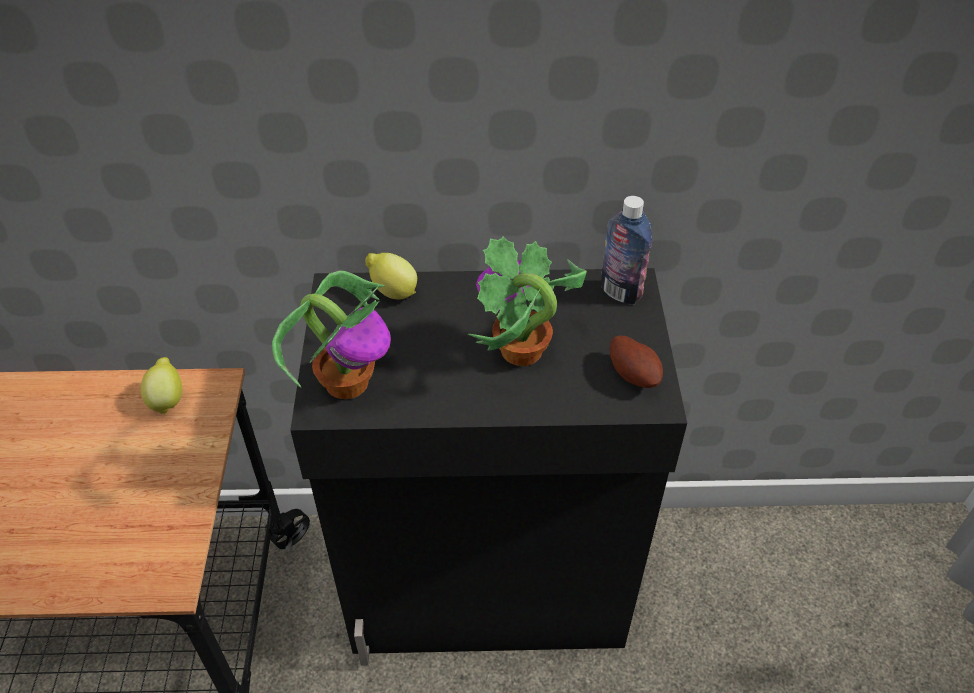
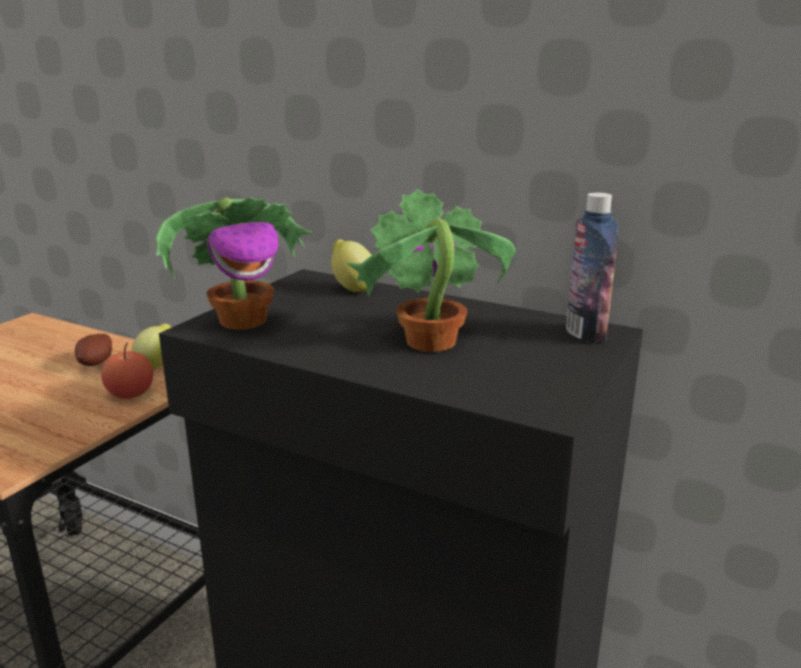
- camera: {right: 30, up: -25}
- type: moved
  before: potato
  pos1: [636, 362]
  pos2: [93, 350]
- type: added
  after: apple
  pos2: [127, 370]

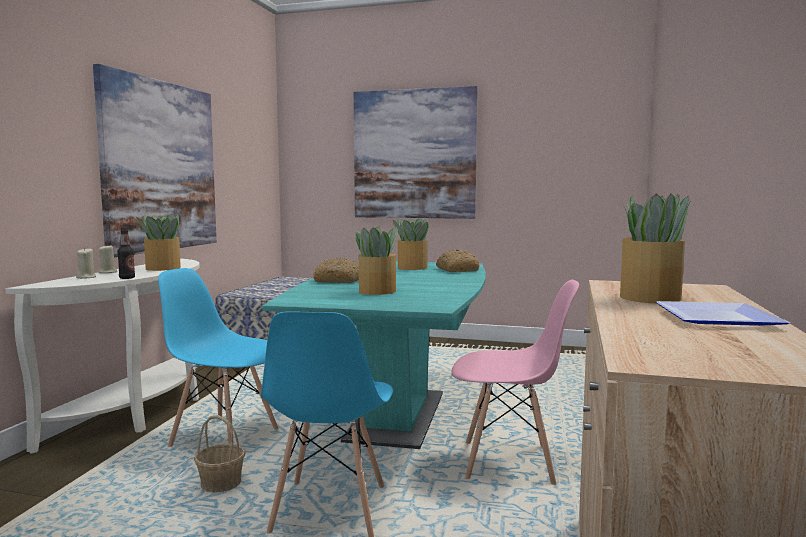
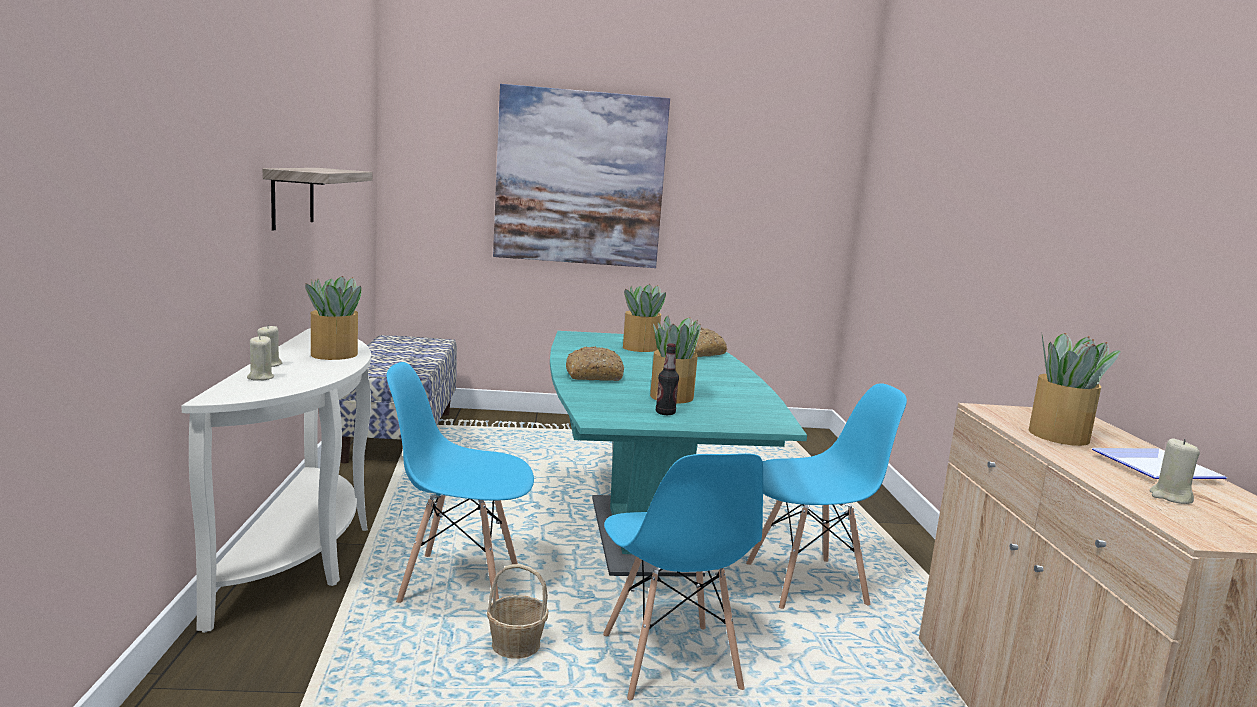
- camera: {right: -20, up: 5}
- type: replaced
  before: picture
  after: shelf
  pos1: [155, 160]
  pos2: [317, 199]
- type: moved
  before: bottle
  pos1: [126, 253]
  pos2: [667, 379]
- type: recoloured
  before: pink chair
  after: blue chair
  pos1: [515, 382]
  pos2: [826, 496]
- type: added
  after: beige candle
  pos2: [1175, 471]

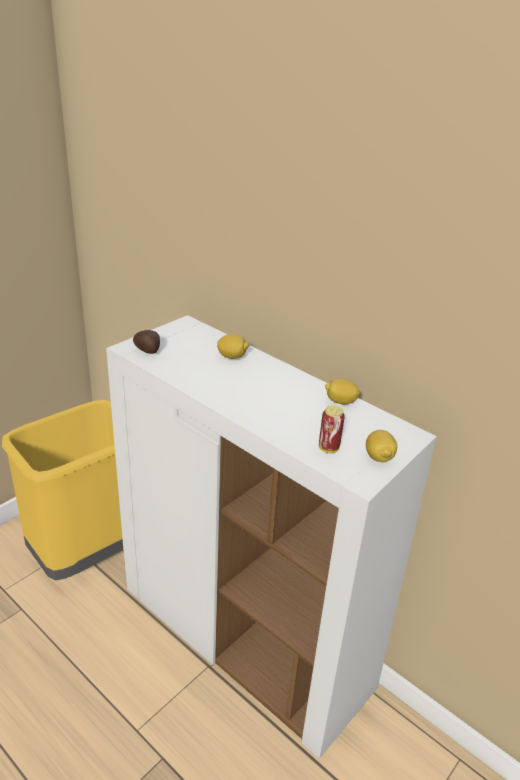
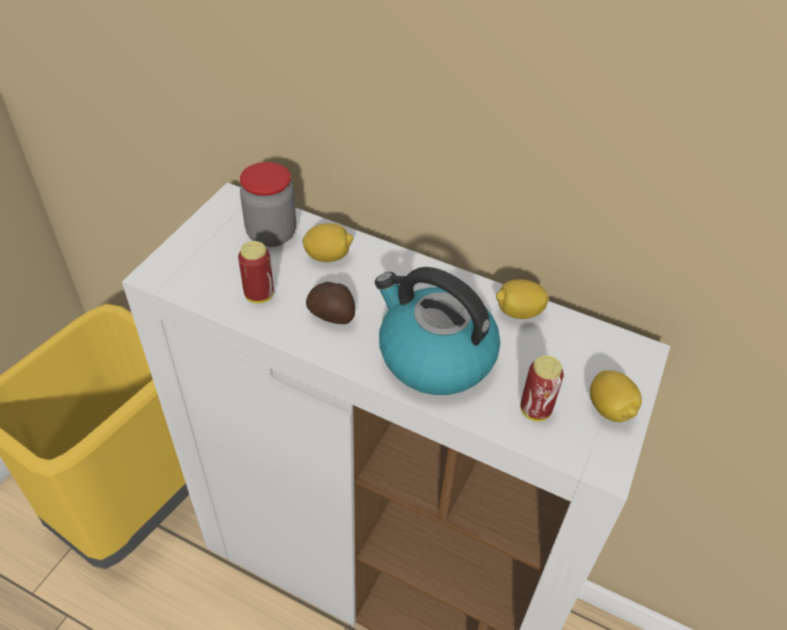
- camera: {right: -15, up: 15}
- type: added
  after: can
  pos2: [256, 272]
- type: added
  after: jar
  pos2: [268, 204]
- type: moved
  before: potato
  pos1: [146, 342]
  pos2: [330, 303]
- type: added
  after: kettle
  pos2: [437, 331]

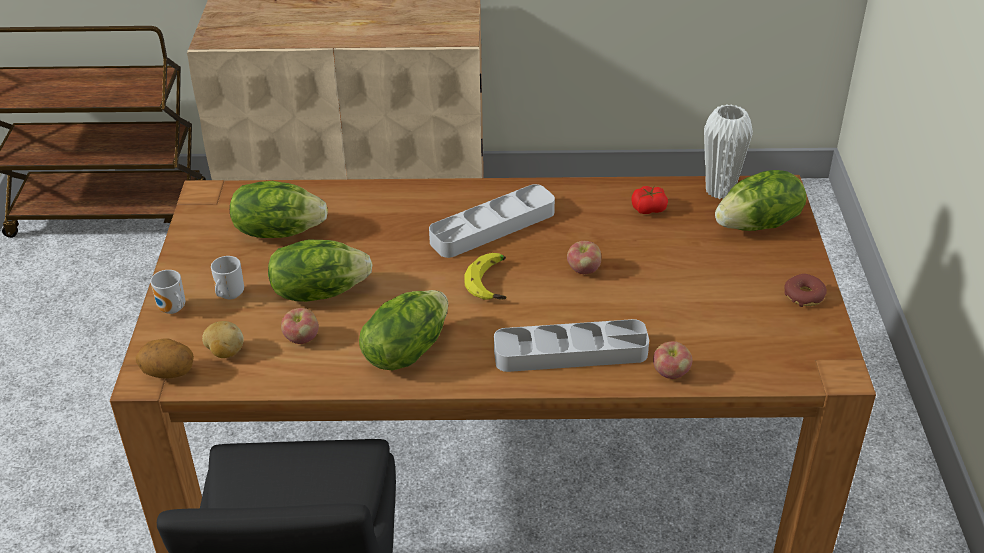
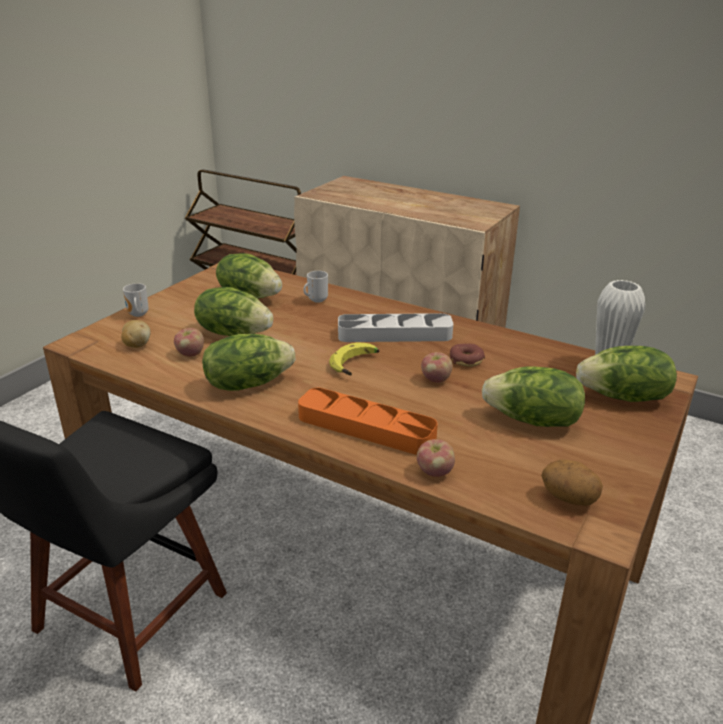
- camera: {right: 30, up: -10}
- type: recoloured
  before: grey tray
  after: orange tray
  pos1: [571, 345]
  pos2: [368, 421]
- type: moved
  before: mug
  pos1: [227, 277]
  pos2: [316, 287]
- type: moved
  before: donut
  pos1: [805, 290]
  pos2: [467, 355]
- type: added
  after: lettuce
  pos2: [533, 397]
- type: moved
  before: potato
  pos1: [165, 358]
  pos2: [572, 482]
- type: removed
  before: tomato
  pos1: [649, 200]

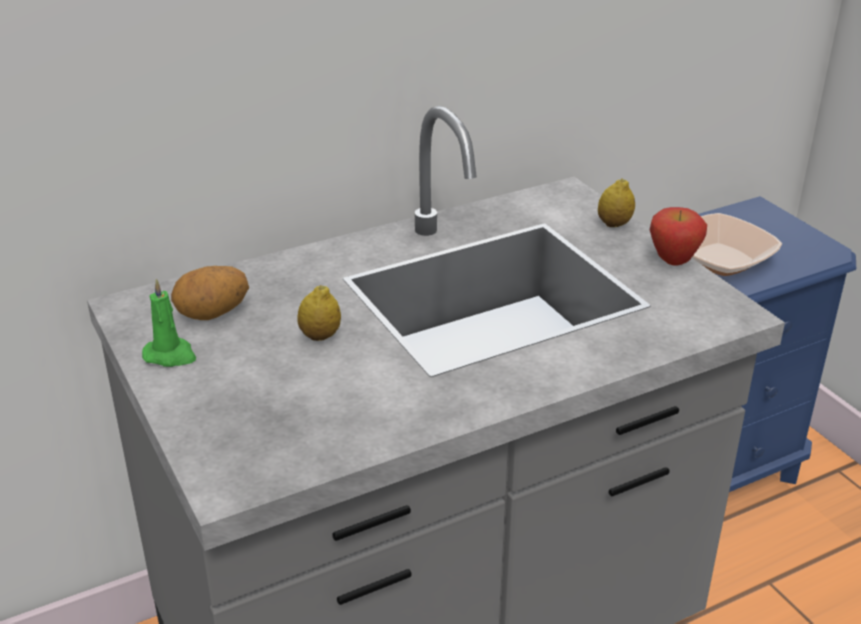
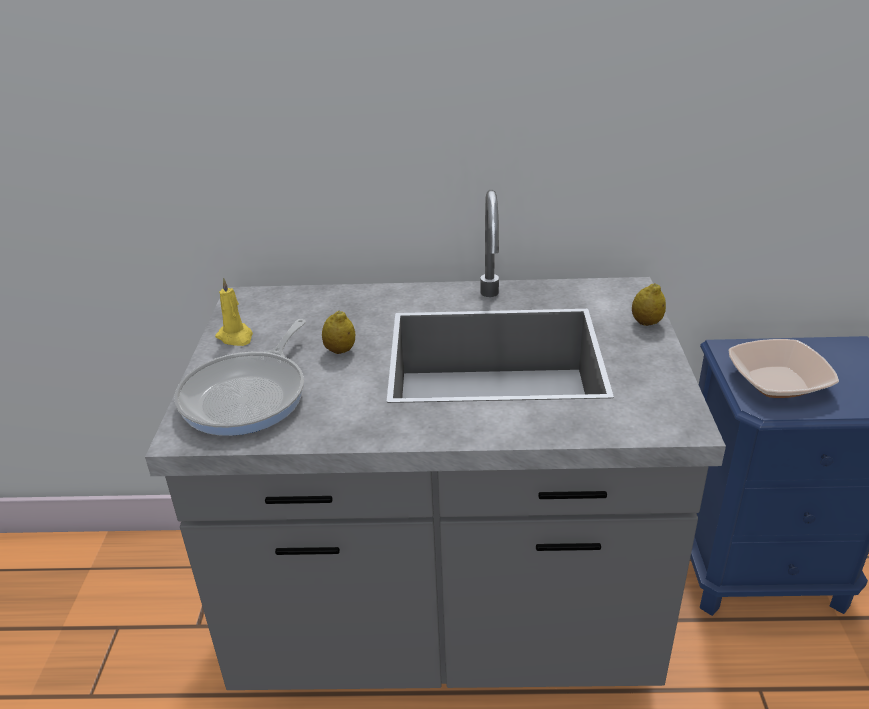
- camera: {right: 30, up: 0}
- type: added
  after: frying pan
  pos2: [240, 377]
- type: recoloured
  before: green candle
  after: yellow candle
  pos1: [169, 322]
  pos2: [234, 311]
- type: removed
  before: potato
  pos1: [210, 293]
- type: removed
  before: apple
  pos1: [678, 236]

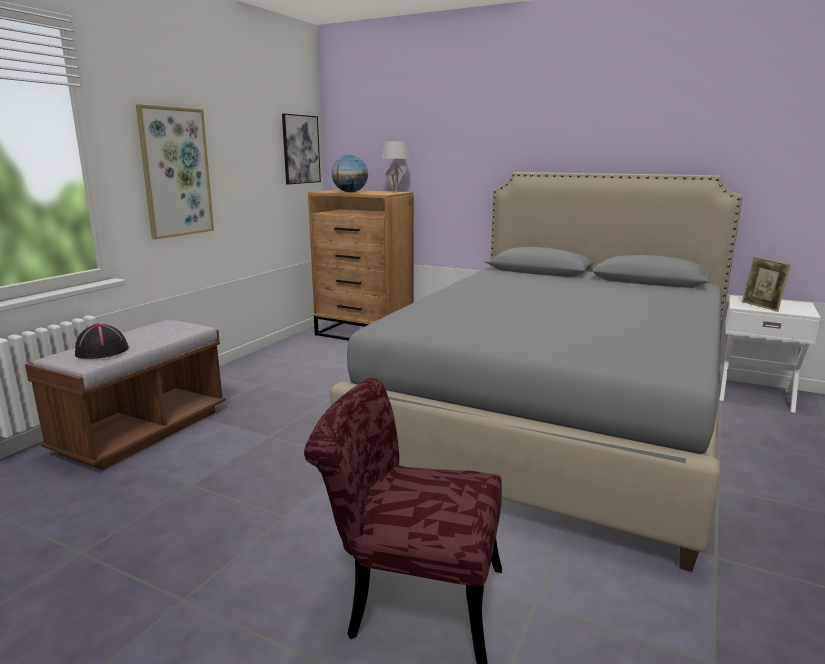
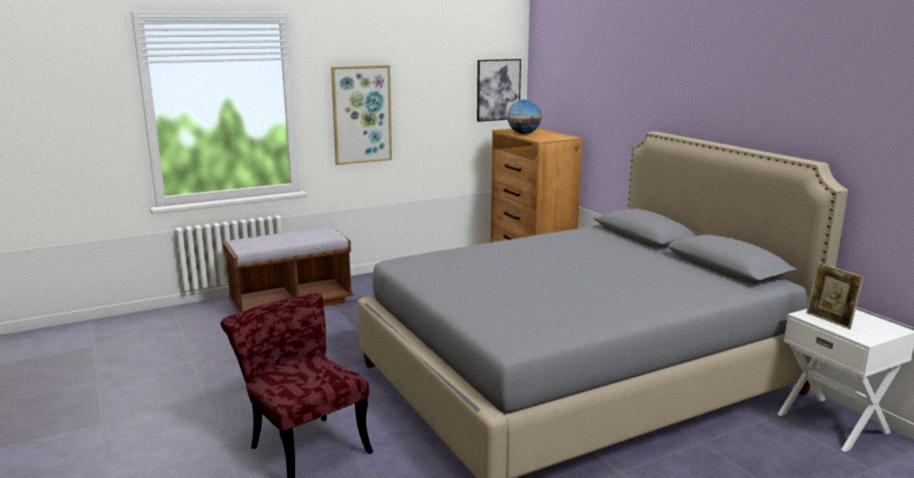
- camera: {right: 35, up: 0}
- type: turned
  before: picture frame
  pos1: [766, 284]
  pos2: [835, 295]
  turn: -45
- type: removed
  before: black hat
  pos1: [102, 341]
- type: removed
  before: white table lamp
  pos1: [395, 166]

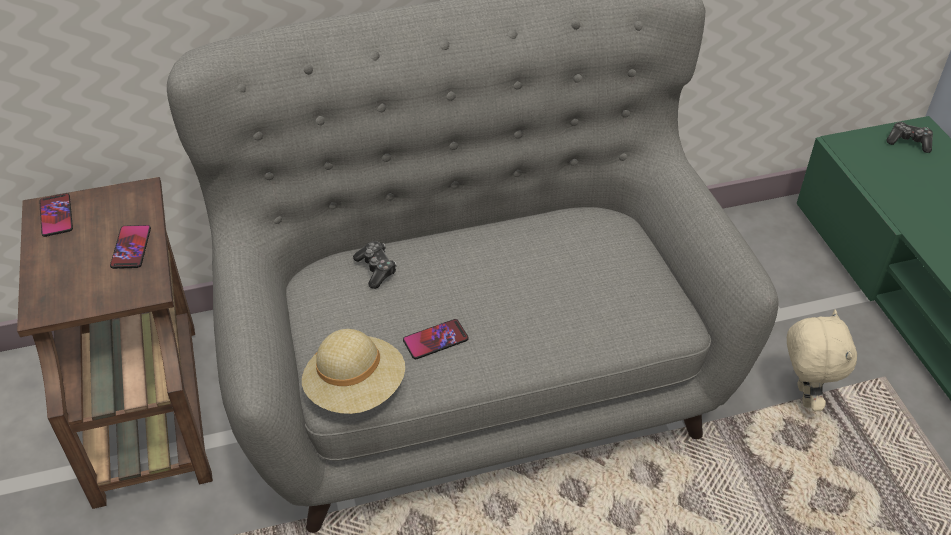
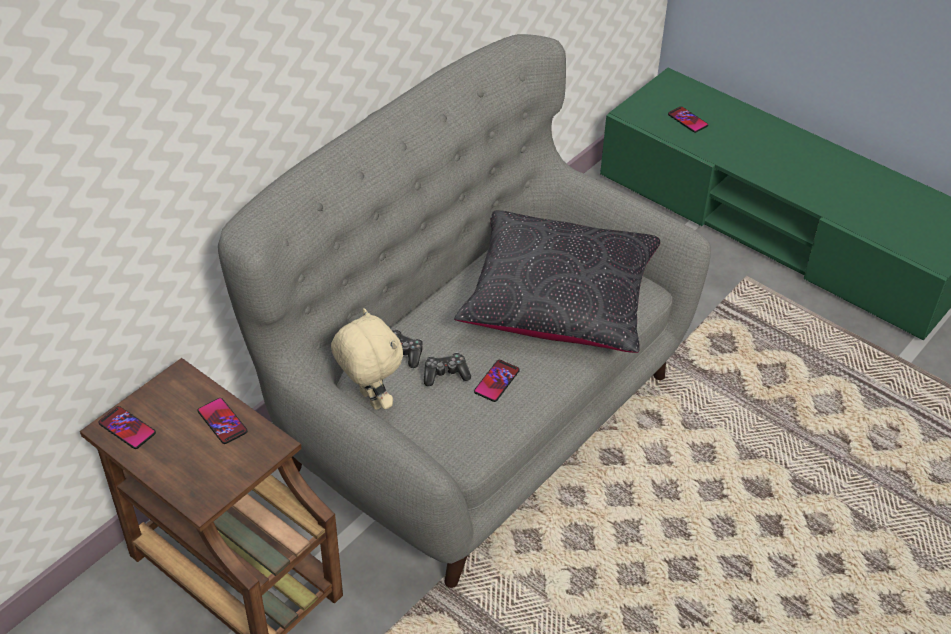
- camera: {right: -35, up: 0}
- type: moved
  before: beige plush toy
  pos1: [822, 360]
  pos2: [367, 359]
- type: moved
  before: game controller
  pos1: [909, 137]
  pos2: [447, 369]
- type: added
  after: black pillow
  pos2: [557, 281]
- type: added
  after: phone
  pos2: [688, 119]
- type: removed
  before: beige hat
  pos1: [353, 371]

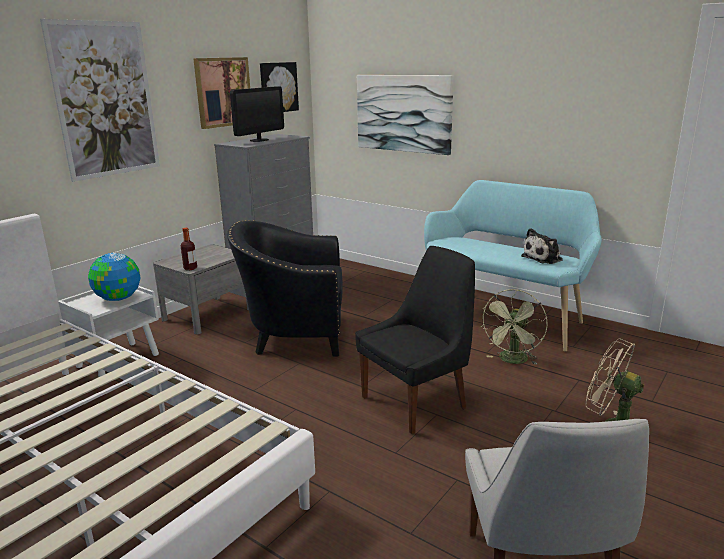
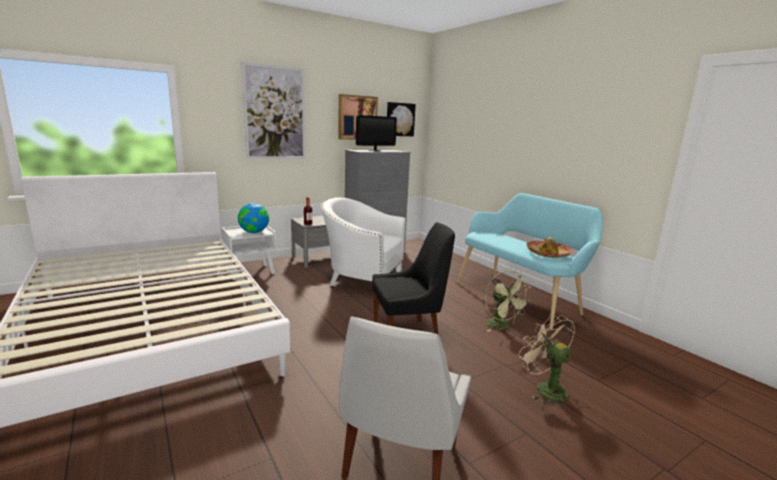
- camera: {right: 20, up: -5}
- type: recoloured
  before: black armchair
  after: white armchair
  pos1: [285, 288]
  pos2: [363, 241]
- type: turned
  before: green fan
  pos1: [514, 327]
  pos2: [508, 301]
  turn: -75
- type: replaced
  before: plush toy
  after: hat
  pos1: [542, 246]
  pos2: [549, 247]
- type: removed
  before: picture
  pos1: [405, 115]

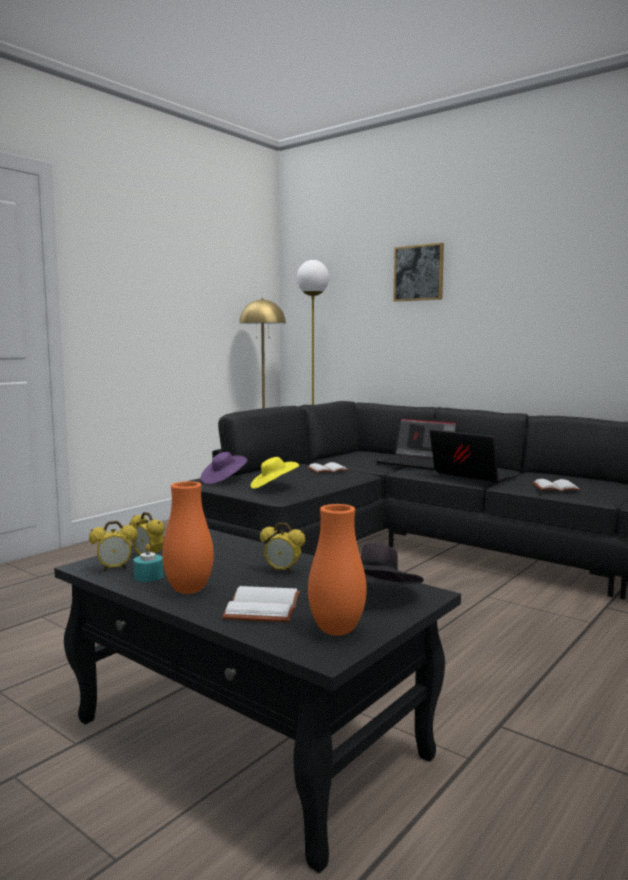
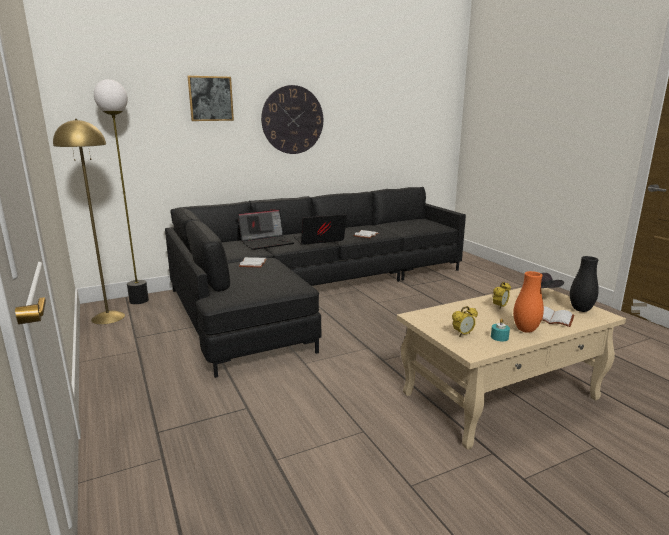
- camera: {right: -65, up: 10}
- type: added
  after: wall clock
  pos2: [292, 119]
- type: recoloured
  before: black coffee table
  after: beige coffee table
  pos1: [257, 701]
  pos2: [511, 369]
- type: recoloured
  before: orange vase
  after: black vase
  pos1: [337, 570]
  pos2: [584, 284]
- type: removed
  before: alarm clock
  pos1: [113, 546]
- type: removed
  before: purple hat
  pos1: [224, 468]
- type: removed
  before: yellow hat
  pos1: [275, 473]

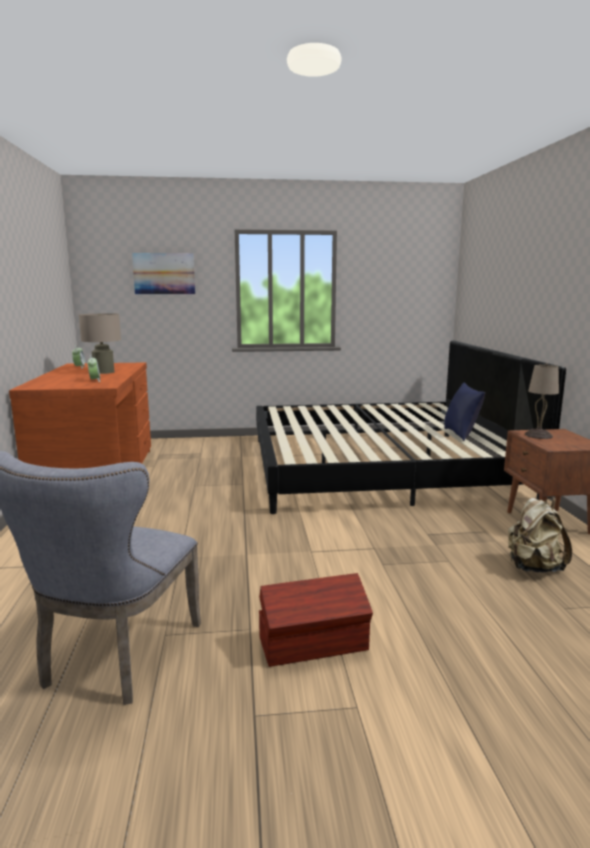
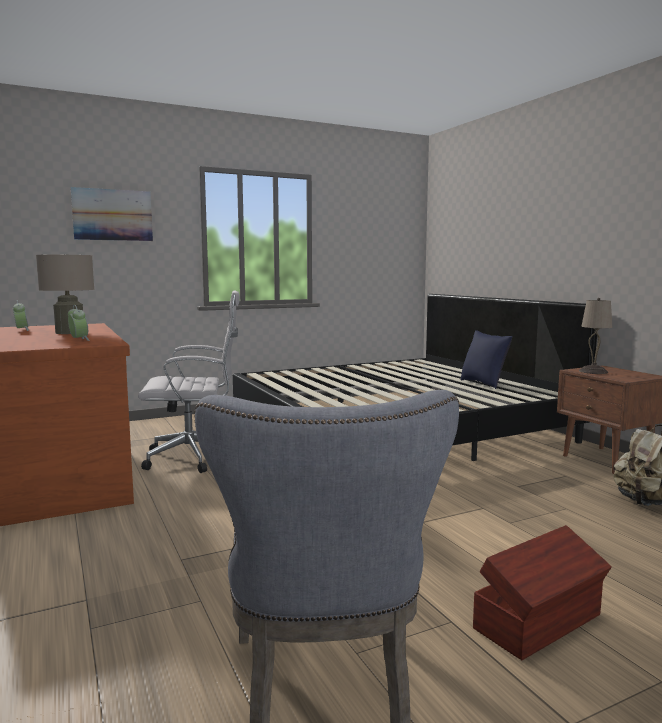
- camera: {right: -20, up: -5}
- type: added
  after: white office chair
  pos2: [189, 381]

